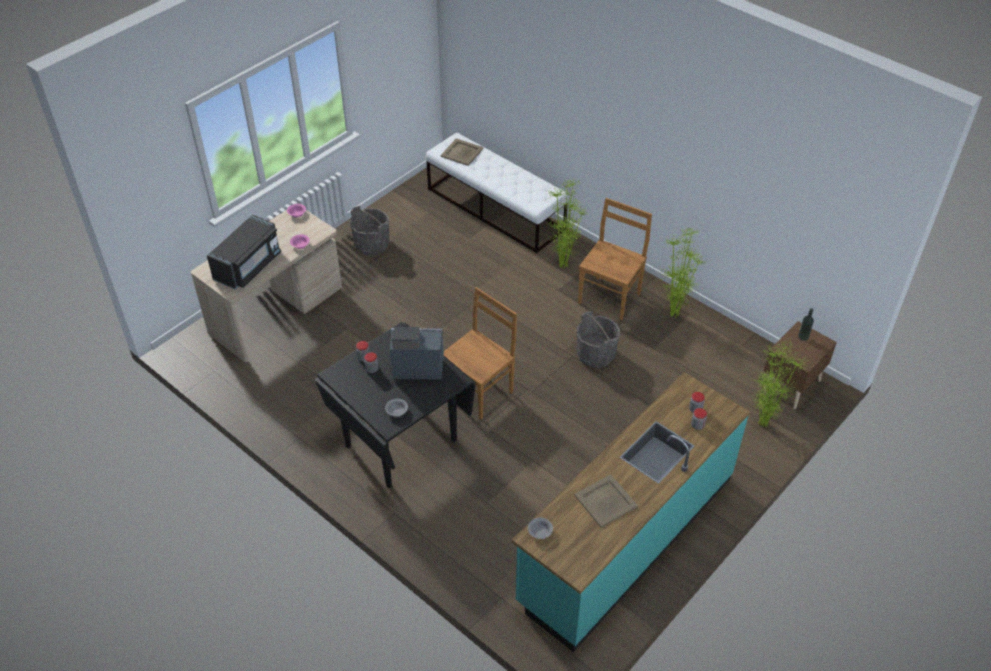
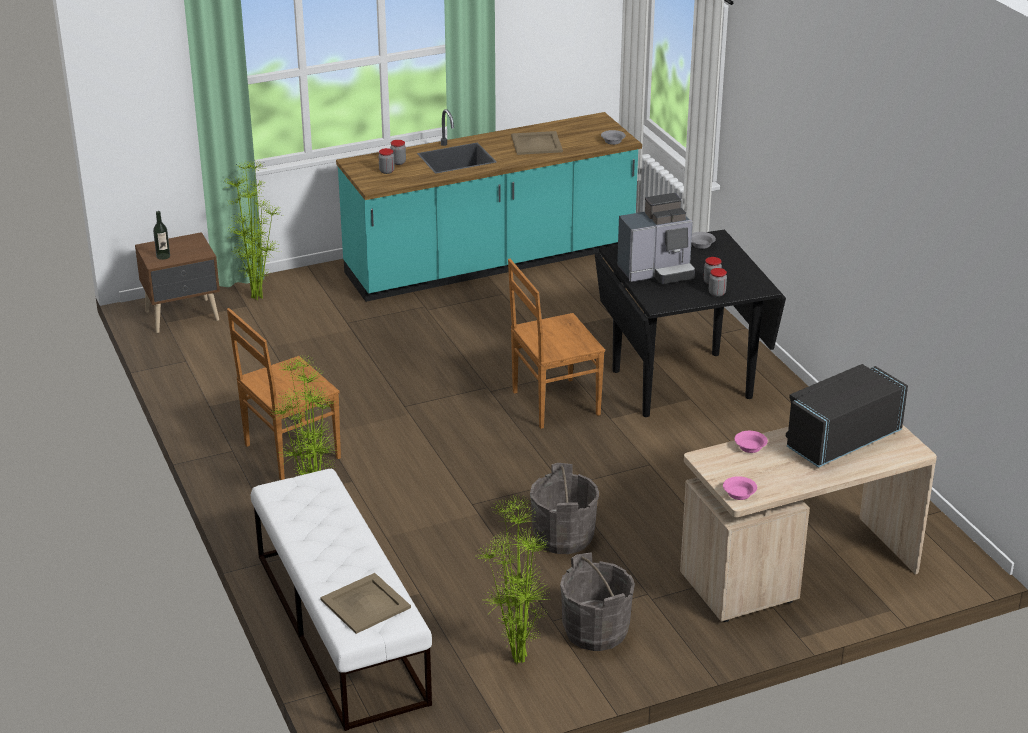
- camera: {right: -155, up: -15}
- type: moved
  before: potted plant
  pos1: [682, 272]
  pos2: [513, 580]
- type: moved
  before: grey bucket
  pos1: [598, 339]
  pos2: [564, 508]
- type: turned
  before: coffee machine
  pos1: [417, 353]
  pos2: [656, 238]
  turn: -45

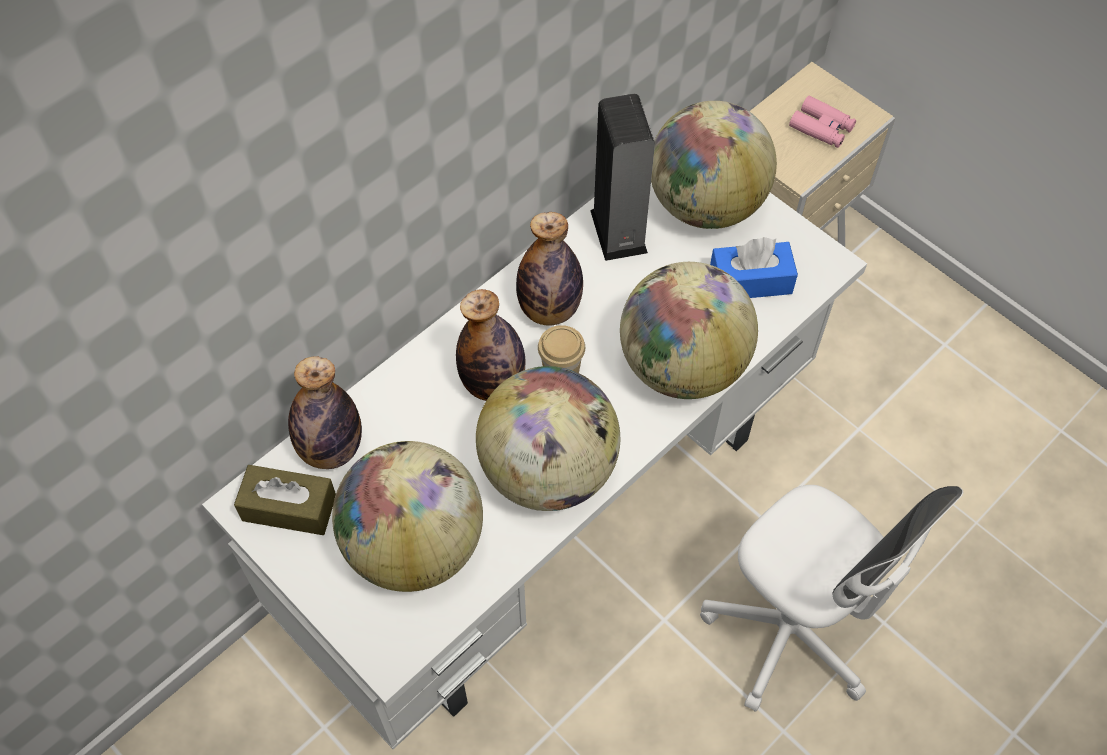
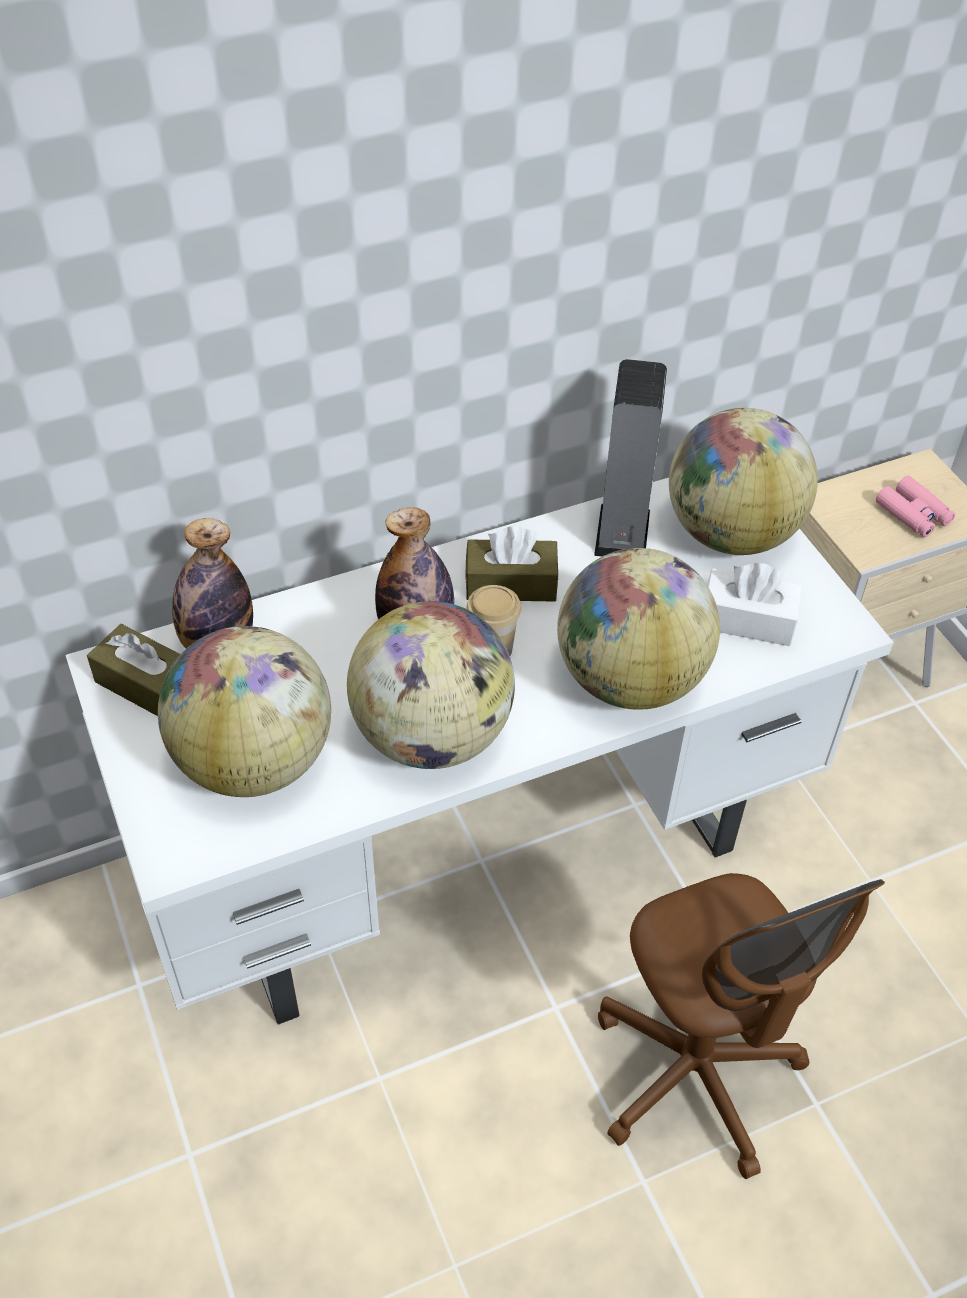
- camera: {right: 20, up: -10}
- type: replaced
  before: bottle
  after: brown tissue box
  pos1: [549, 269]
  pos2: [511, 564]
- type: recoloured
  before: white office chair
  after: brown office chair
  pos1: [831, 598]
  pos2: [741, 1026]
- type: recoloured
  before: blue tissue box
  after: white tissue box
  pos1: [754, 267]
  pos2: [755, 604]

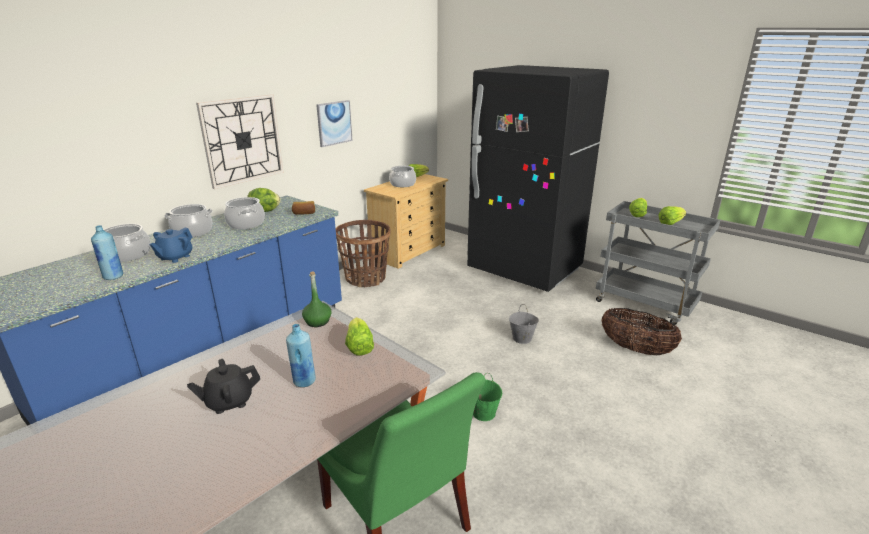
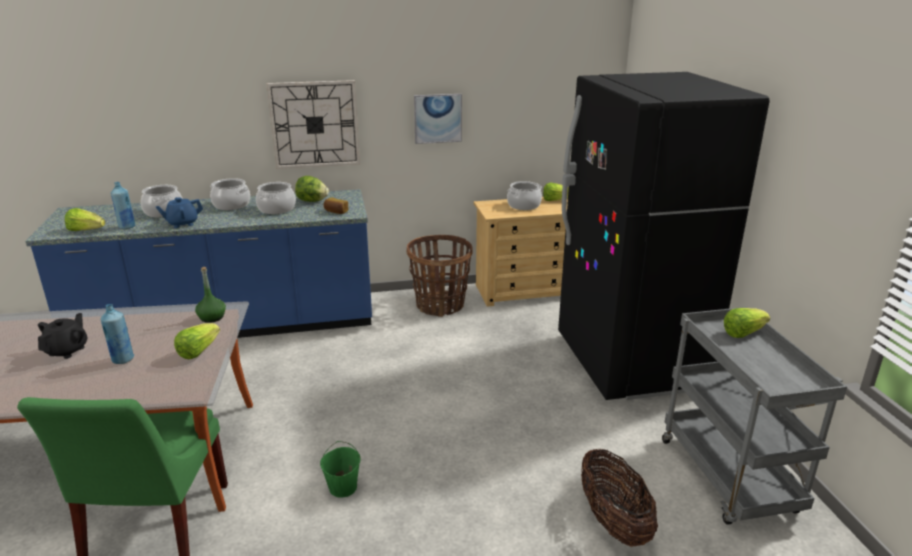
- camera: {right: 40, up: 0}
- type: turned
  before: black teapot
  pos1: [223, 386]
  pos2: [62, 336]
  turn: 90
- type: moved
  before: lettuce
  pos1: [672, 215]
  pos2: [85, 219]
- type: removed
  before: grey bucket
  pos1: [524, 324]

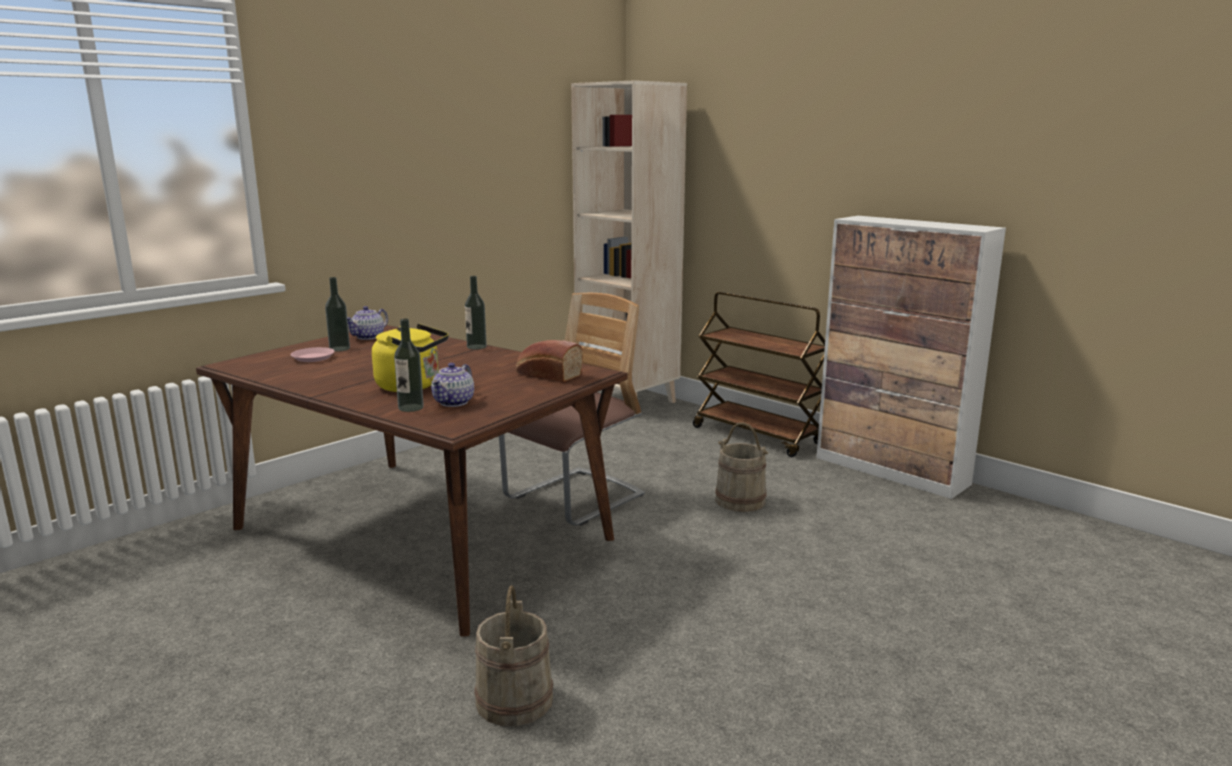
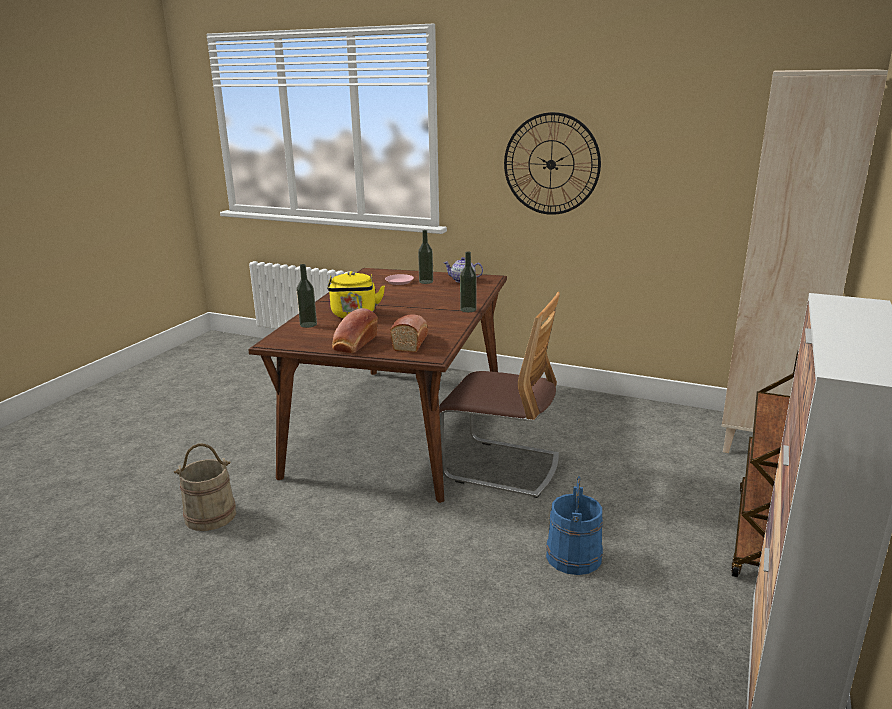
- camera: {right: 70, up: 5}
- type: added
  after: bread
  pos2: [355, 330]
- type: added
  after: wall clock
  pos2: [552, 163]
- type: recoloured
  before: beige bucket
  after: blue bucket
  pos1: [741, 467]
  pos2: [574, 525]
- type: removed
  before: teapot
  pos1: [452, 385]

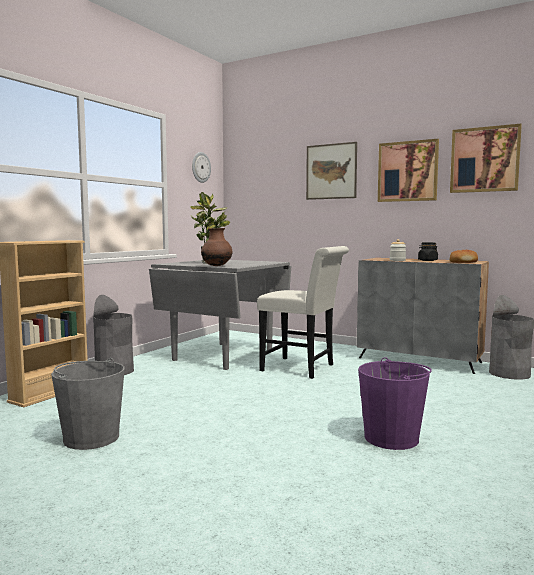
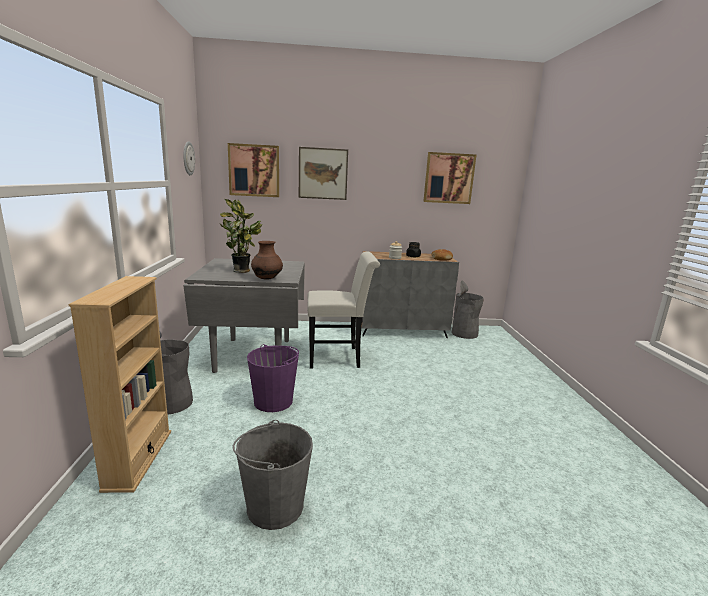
- camera: {right: -35, up: 10}
- type: moved
  before: picture
  pos1: [408, 170]
  pos2: [253, 170]
- type: moved
  before: purple bucket
  pos1: [395, 403]
  pos2: [273, 378]

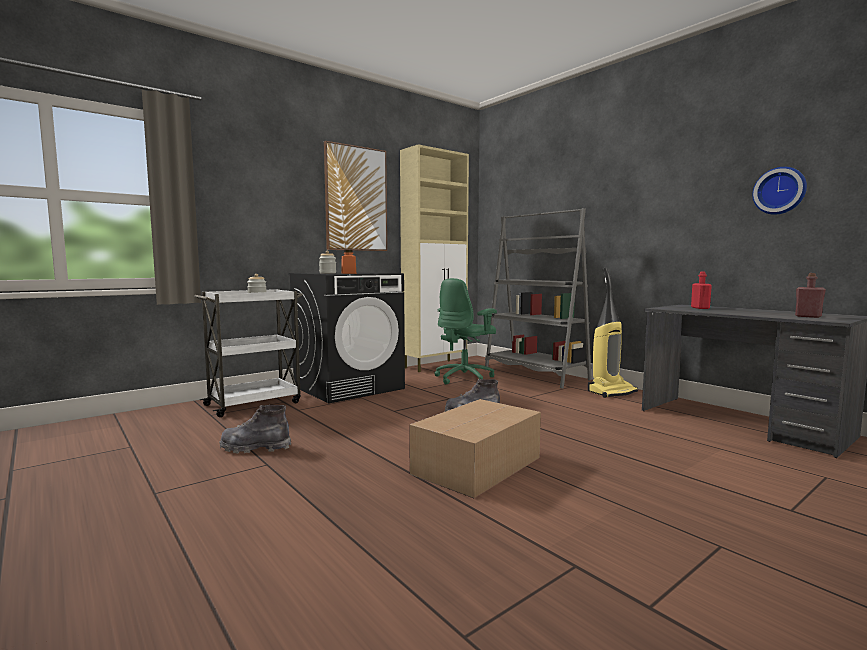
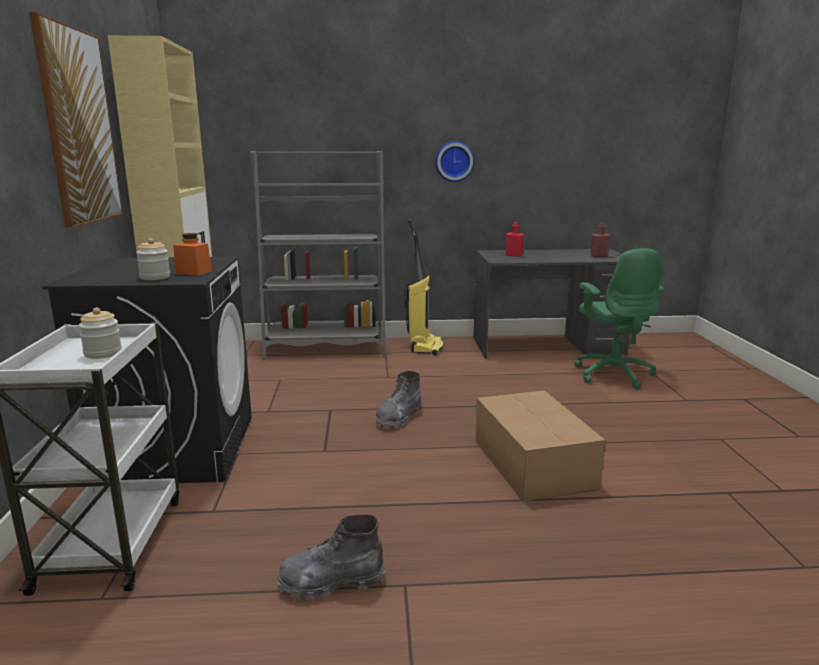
- camera: {right: -55, up: 10}
- type: turned
  before: grey boot
  pos1: [255, 429]
  pos2: [331, 557]
  turn: 45
- type: moved
  before: wall clock
  pos1: [779, 191]
  pos2: [454, 161]
- type: moved
  before: green office chair
  pos1: [465, 331]
  pos2: [619, 318]

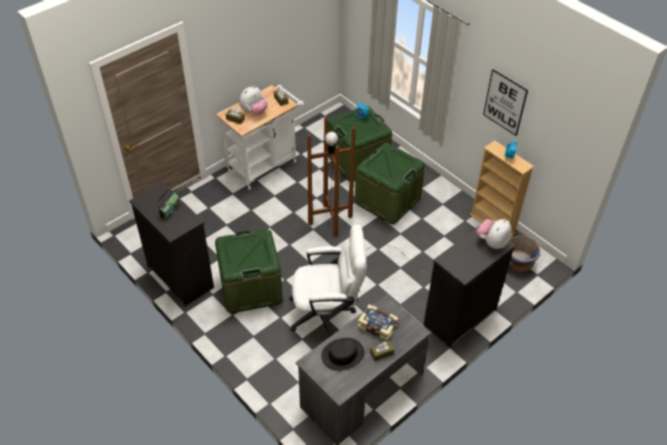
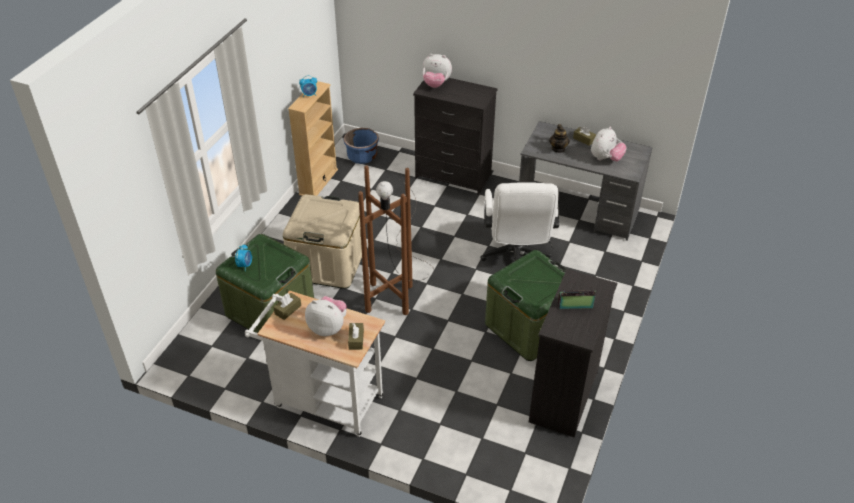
- camera: {right: -115, up: -5}
- type: recoloured
  before: green storage box
  after: beige storage box
  pos1: [389, 183]
  pos2: [322, 241]
- type: turned
  before: white office chair
  pos1: [327, 280]
  pos2: [519, 221]
  turn: -150
- type: replaced
  before: book
  after: teapot
  pos1: [378, 323]
  pos2: [559, 138]
- type: replaced
  before: black hat
  after: plush toy
  pos1: [342, 354]
  pos2: [609, 144]
- type: removed
  before: picture
  pos1: [505, 102]

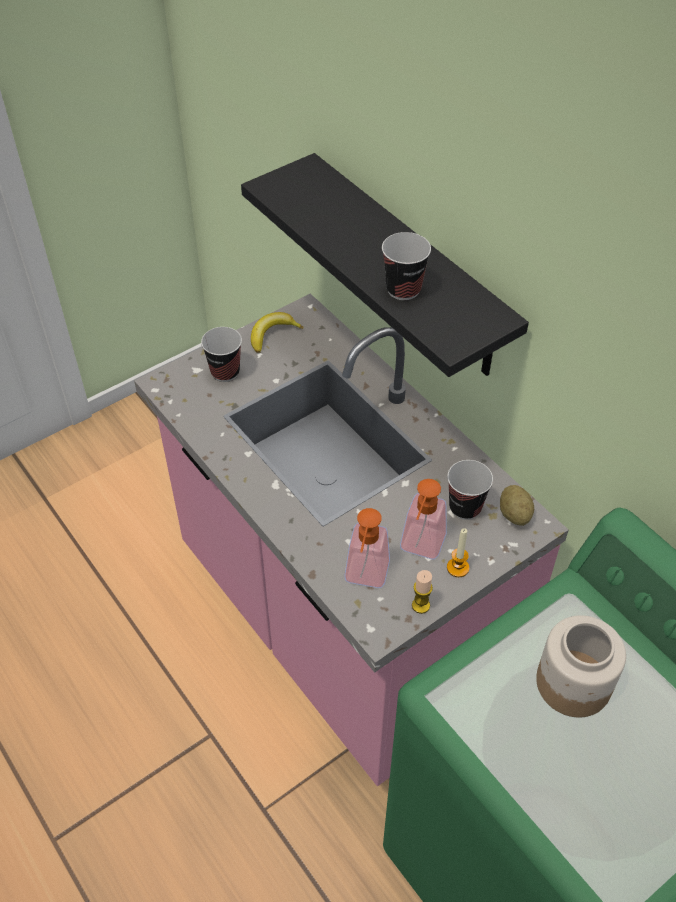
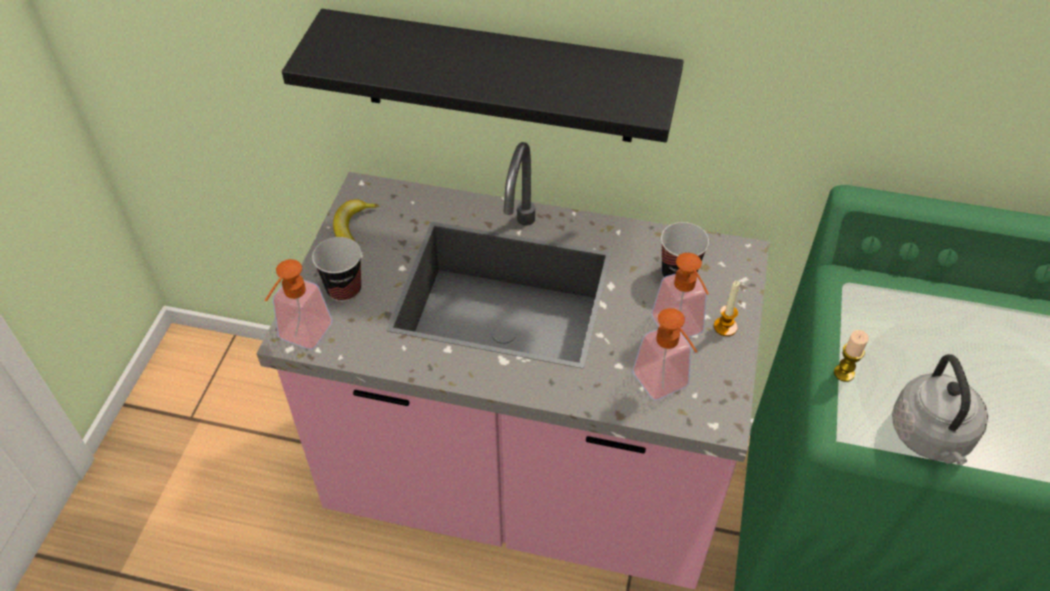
- camera: {right: -40, up: 0}
- type: added
  after: soap dispenser
  pos2: [298, 304]
- type: moved
  before: candle
  pos1: [422, 592]
  pos2: [851, 356]
- type: added
  after: grey kettle
  pos2: [940, 409]
- type: removed
  before: cup
  pos1: [406, 266]
- type: removed
  before: potato
  pos1: [517, 505]
- type: removed
  before: jar
  pos1: [581, 666]

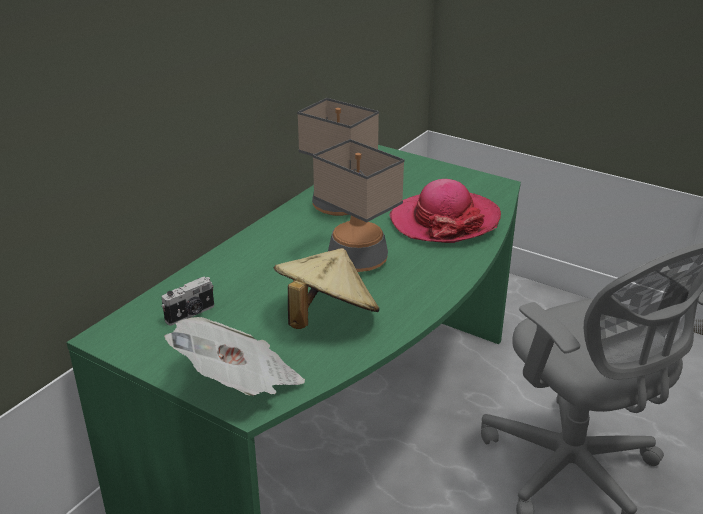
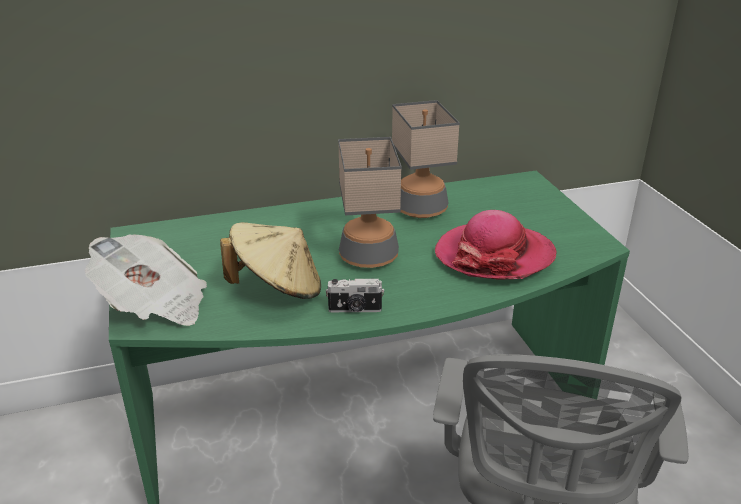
- camera: {right: 40, up: 0}
- type: moved
  before: photo camera
  pos1: [187, 301]
  pos2: [355, 295]

